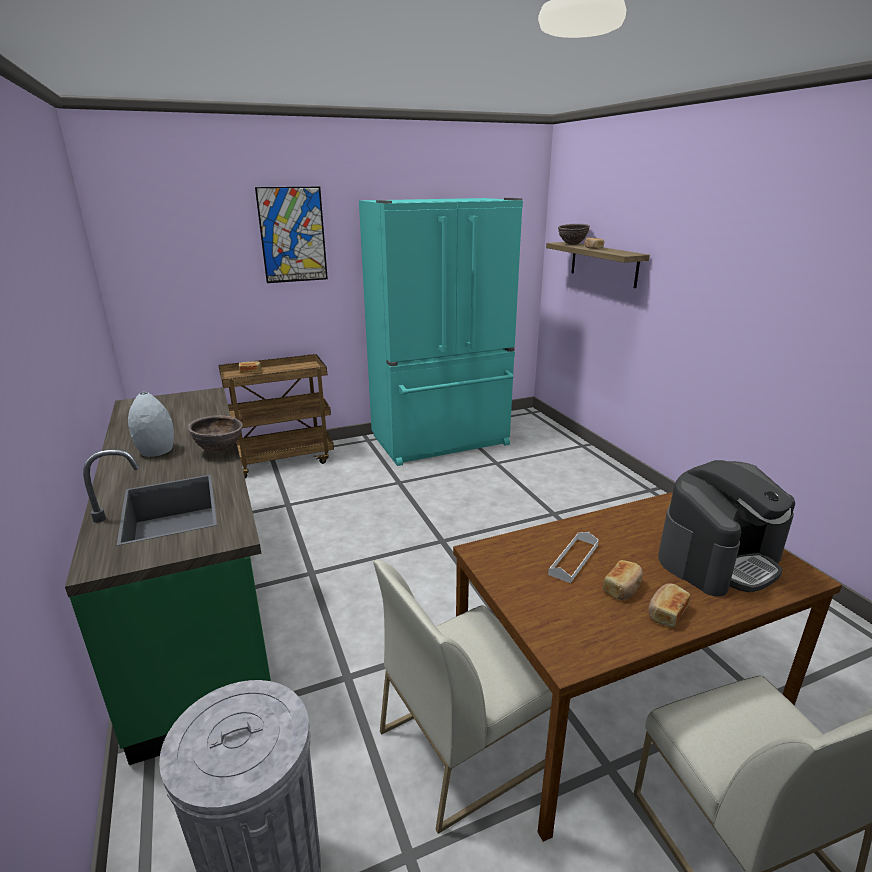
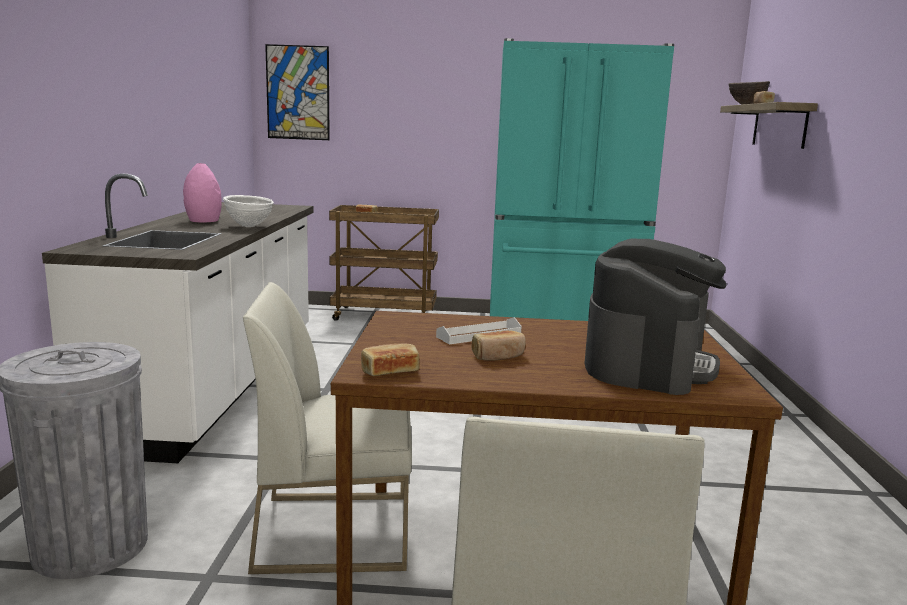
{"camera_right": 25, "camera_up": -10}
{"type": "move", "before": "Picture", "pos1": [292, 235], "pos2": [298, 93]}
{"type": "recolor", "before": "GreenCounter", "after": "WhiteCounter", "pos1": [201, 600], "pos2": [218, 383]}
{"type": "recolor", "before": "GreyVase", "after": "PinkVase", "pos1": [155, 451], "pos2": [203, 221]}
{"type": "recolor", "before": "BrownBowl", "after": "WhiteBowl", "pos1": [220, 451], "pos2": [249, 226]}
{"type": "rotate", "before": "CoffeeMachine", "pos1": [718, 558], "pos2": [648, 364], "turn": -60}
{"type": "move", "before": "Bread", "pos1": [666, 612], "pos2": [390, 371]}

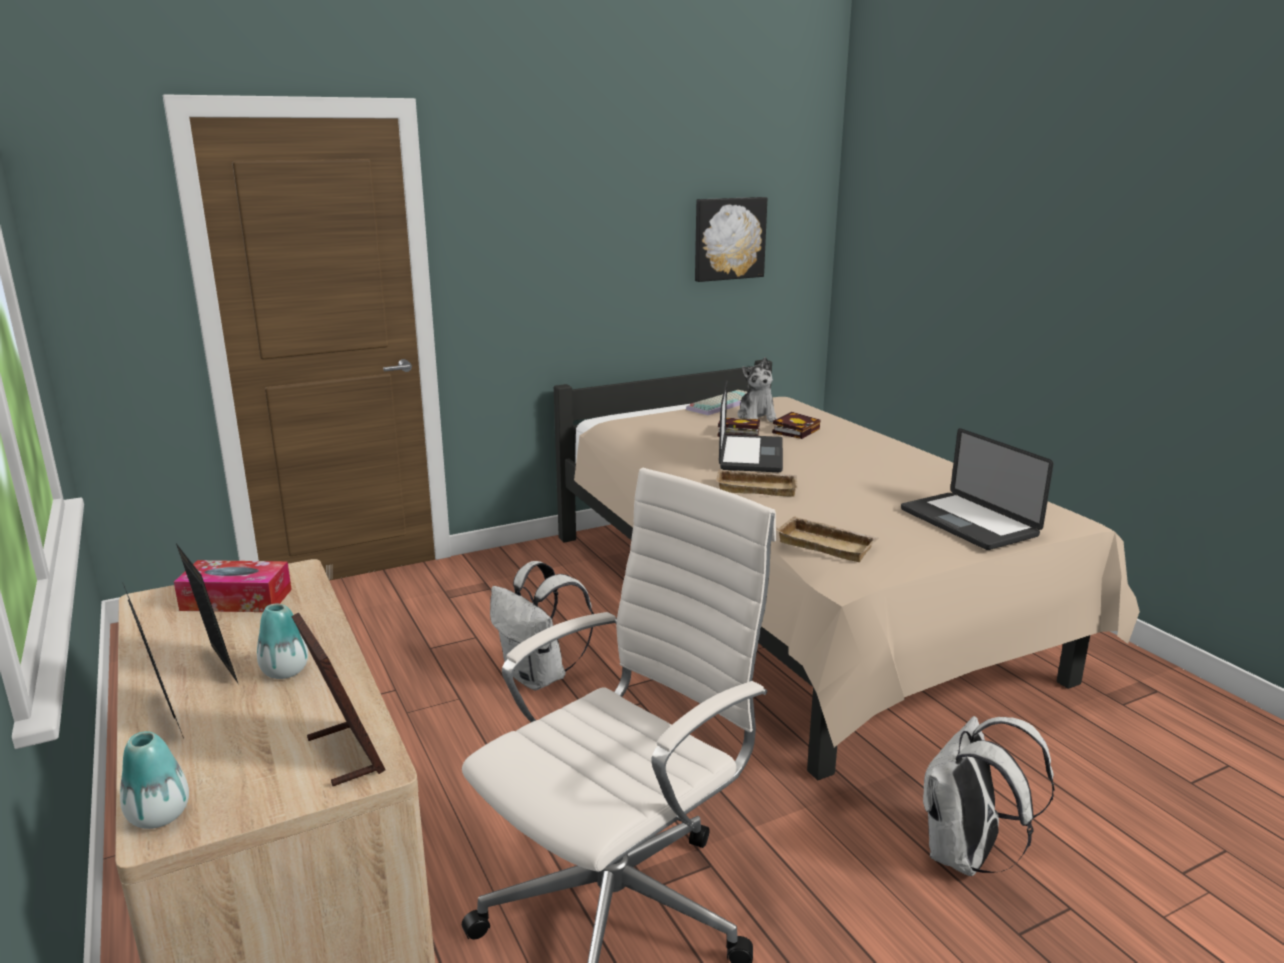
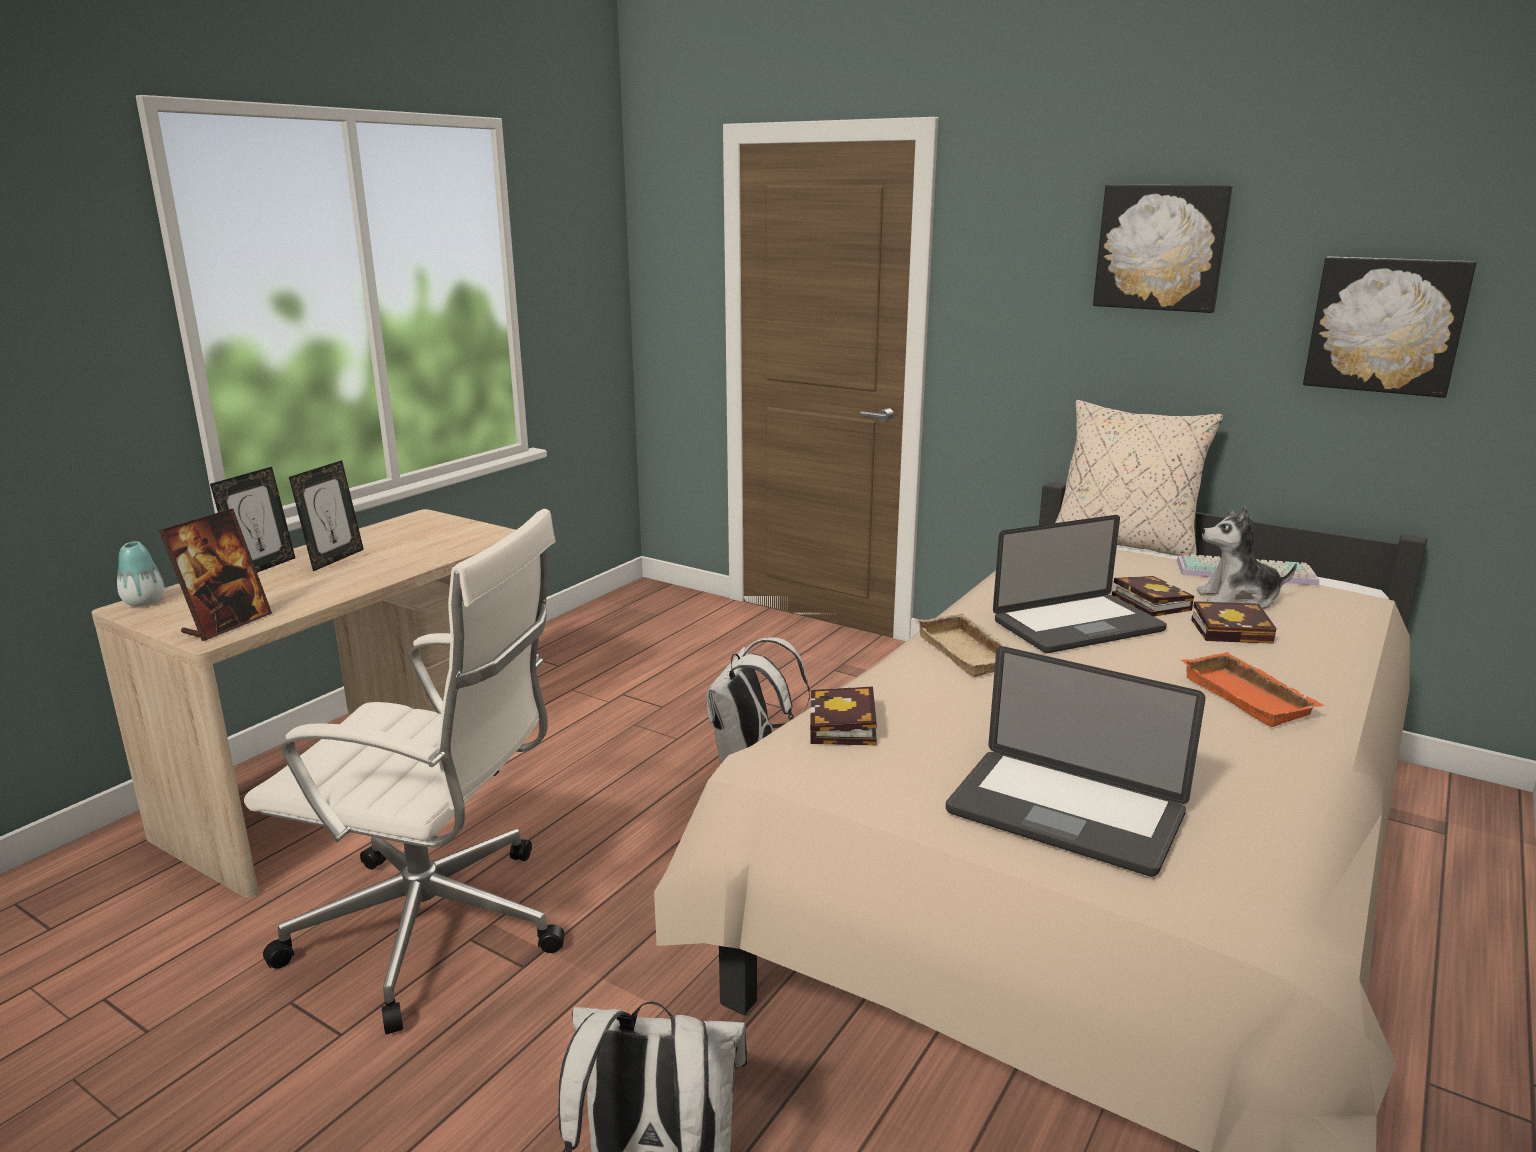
{"camera_right": 60, "camera_up": 0}
{"type": "rotate", "before": "PlushToy", "pos1": [757, 417], "pos2": [1238, 599], "turn": 45}
{"type": "rotate", "before": "Laptop", "pos1": [968, 523], "pos2": [1064, 813], "turn": -90}
{"type": "replace", "before": "BeigeTray", "after": "Book", "pos1": [828, 545], "pos2": [844, 727]}
{"type": "delete", "before": "TissueBox", "pos1": [236, 600]}
{"type": "delete", "before": "Vase", "pos1": [285, 671]}
{"type": "insert", "after": "Picture", "pos2": [1161, 247]}
{"type": "insert", "after": "BeigePillow", "pos2": [1125, 542]}
{"type": "insert", "after": "OrangeTray", "pos2": [1251, 697]}

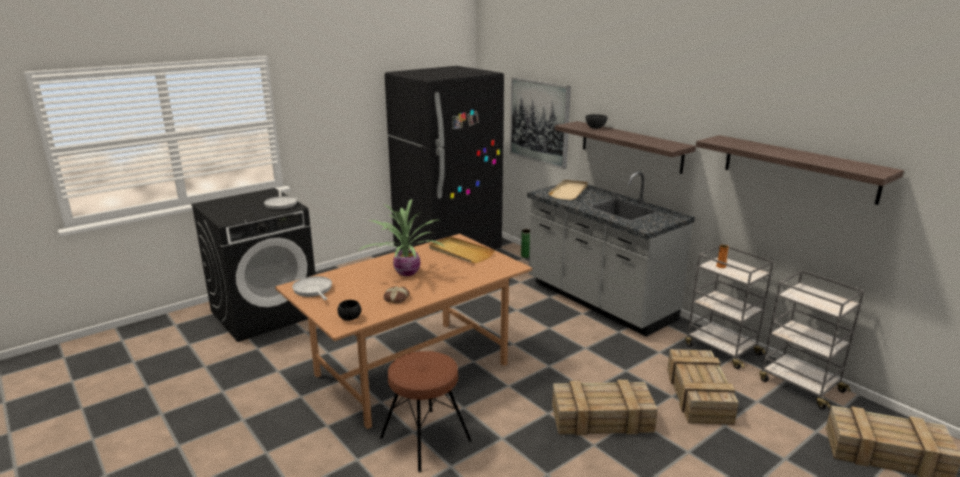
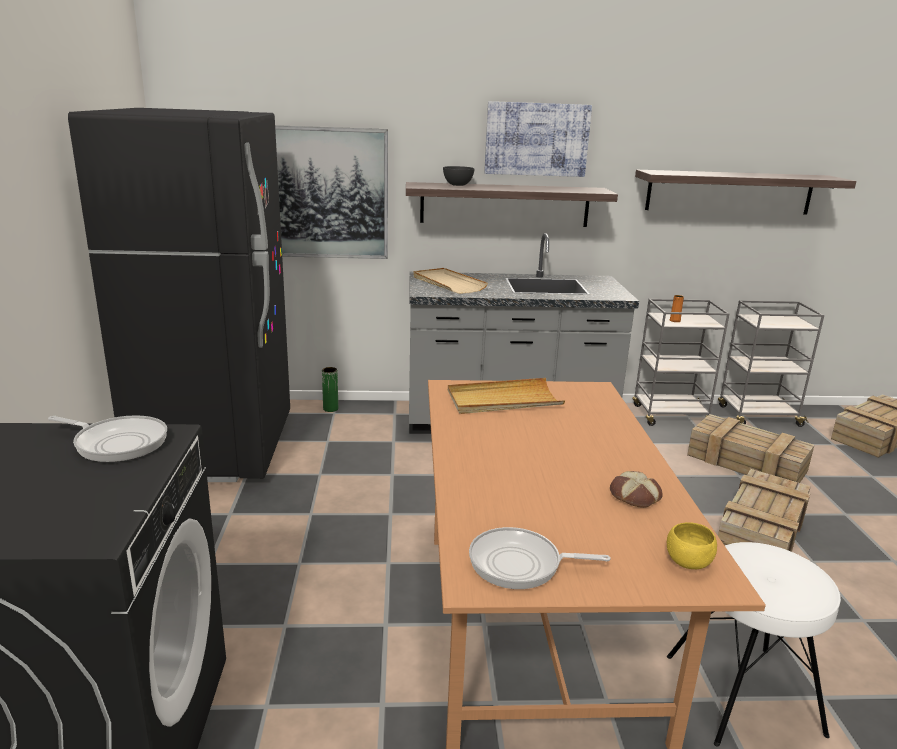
{"camera_right": -55, "camera_up": 0}
{"type": "delete", "before": "PottedPlant", "pos1": [405, 272]}
{"type": "recolor", "before": "BlackBowl", "after": "YellowBowl", "pos1": [350, 318], "pos2": [688, 562]}
{"type": "recolor", "before": "BrownStool", "after": "WhiteStool", "pos1": [425, 439], "pos2": [742, 694]}
{"type": "insert", "after": "Picture", "pos2": [536, 139]}

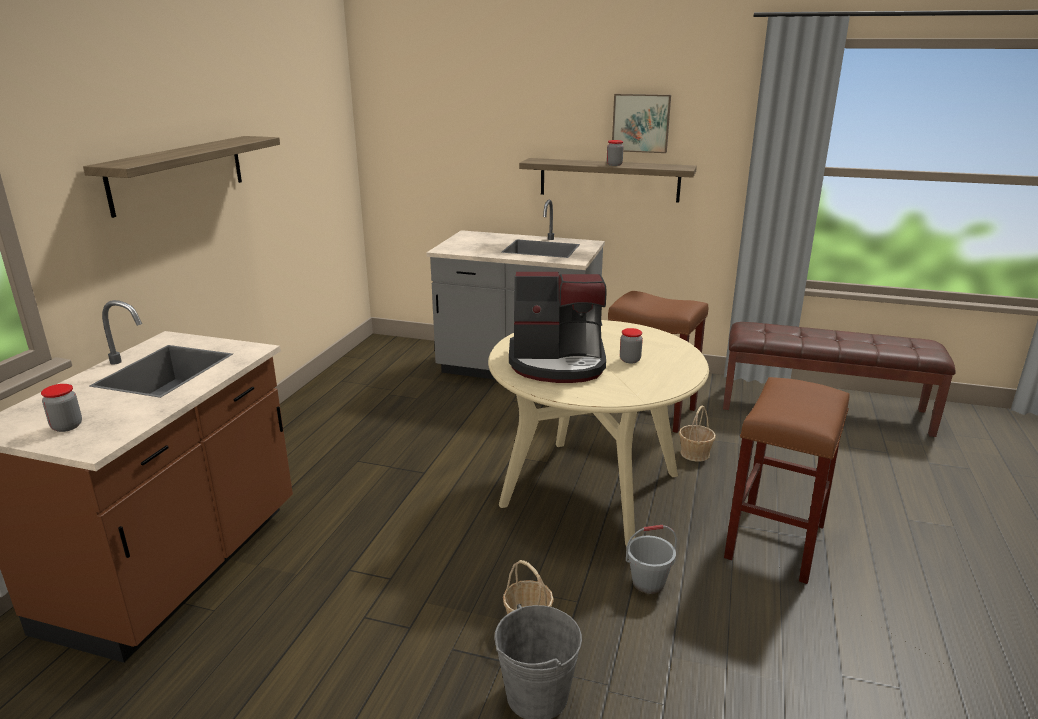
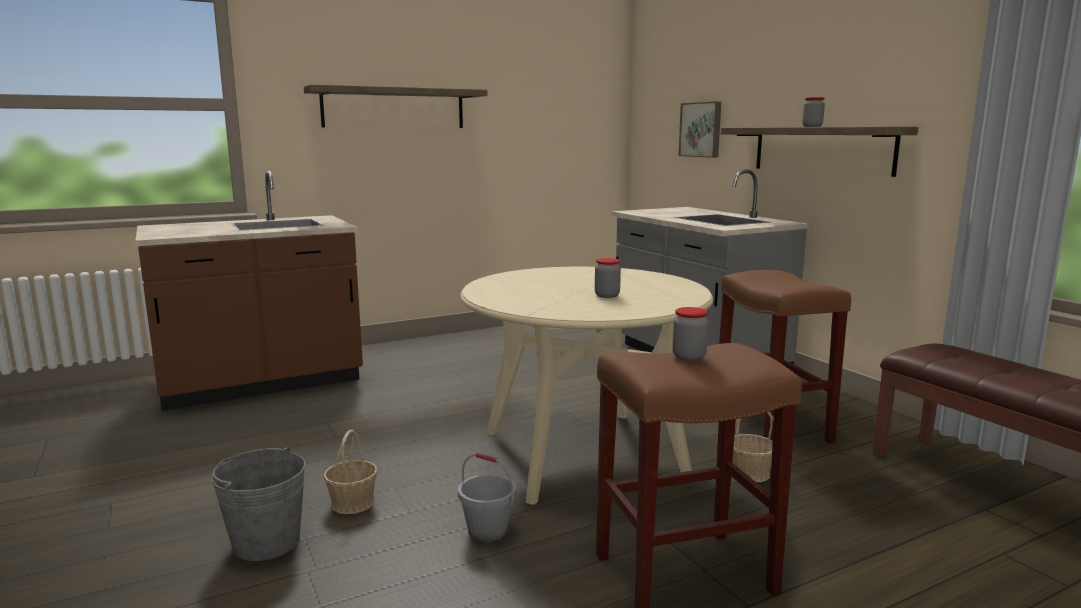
{"camera_right": 45, "camera_up": -10}
{"type": "move", "before": "Picture", "pos1": [641, 123], "pos2": [701, 129]}
{"type": "delete", "before": "CoffeeMachine", "pos1": [558, 363]}
{"type": "move", "before": "Jar", "pos1": [67, 426], "pos2": [689, 357]}

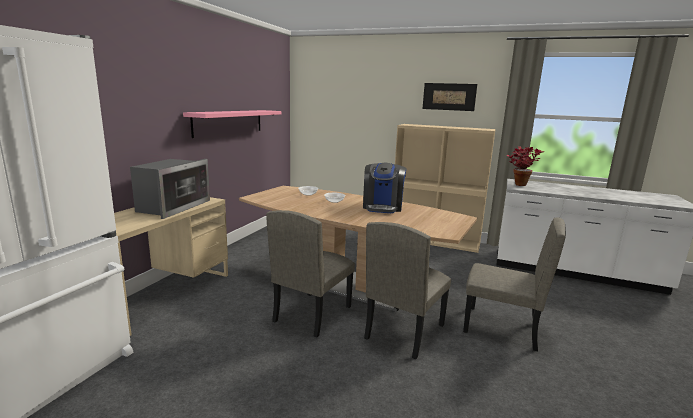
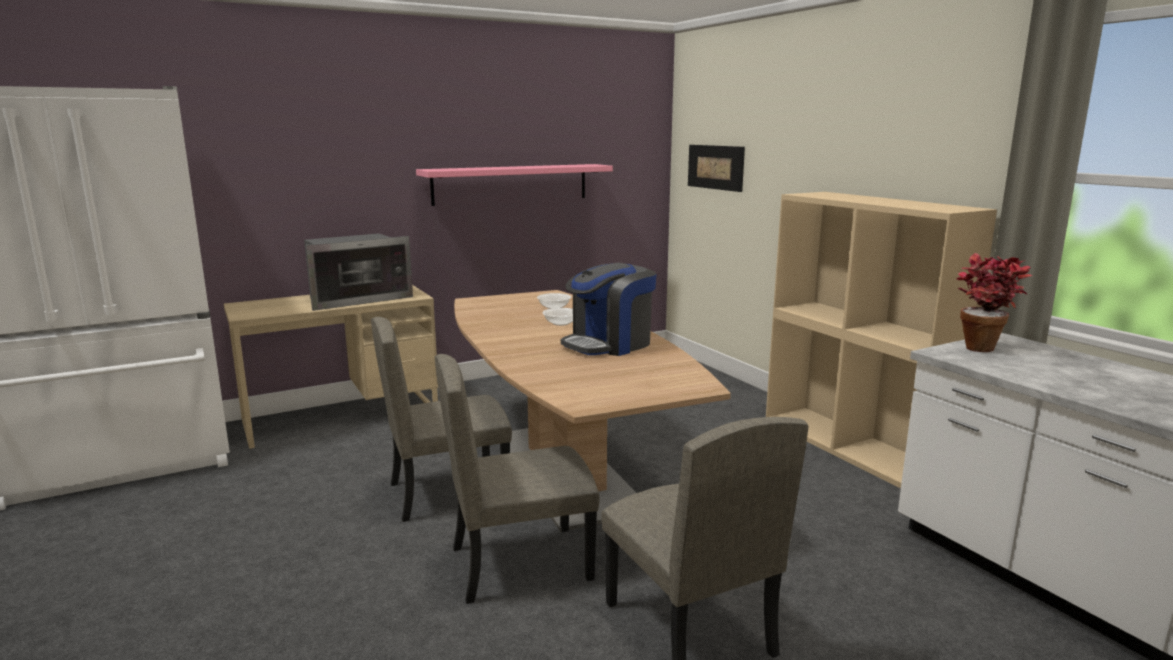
{"camera_right": 40, "camera_up": 0}
{"type": "move", "before": "Picture", "pos1": [449, 96], "pos2": [715, 167]}

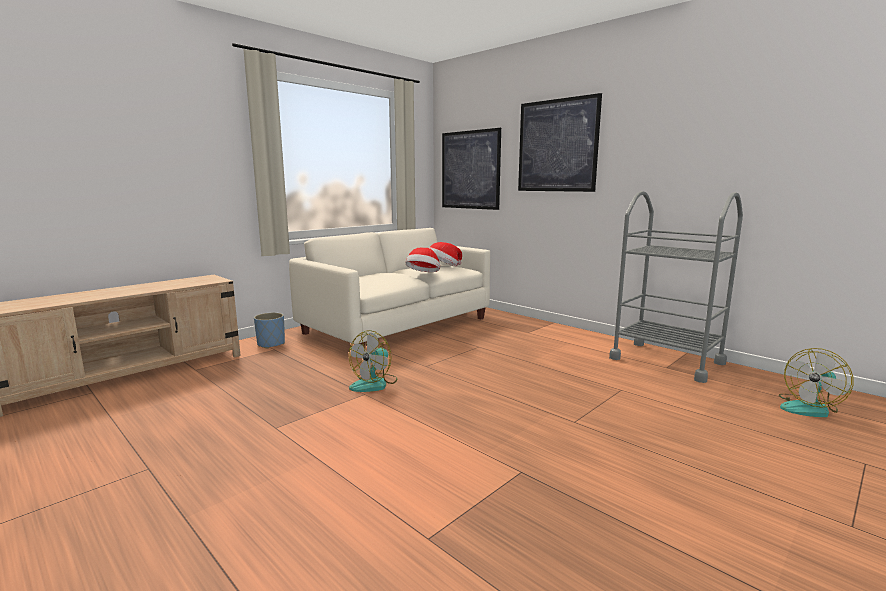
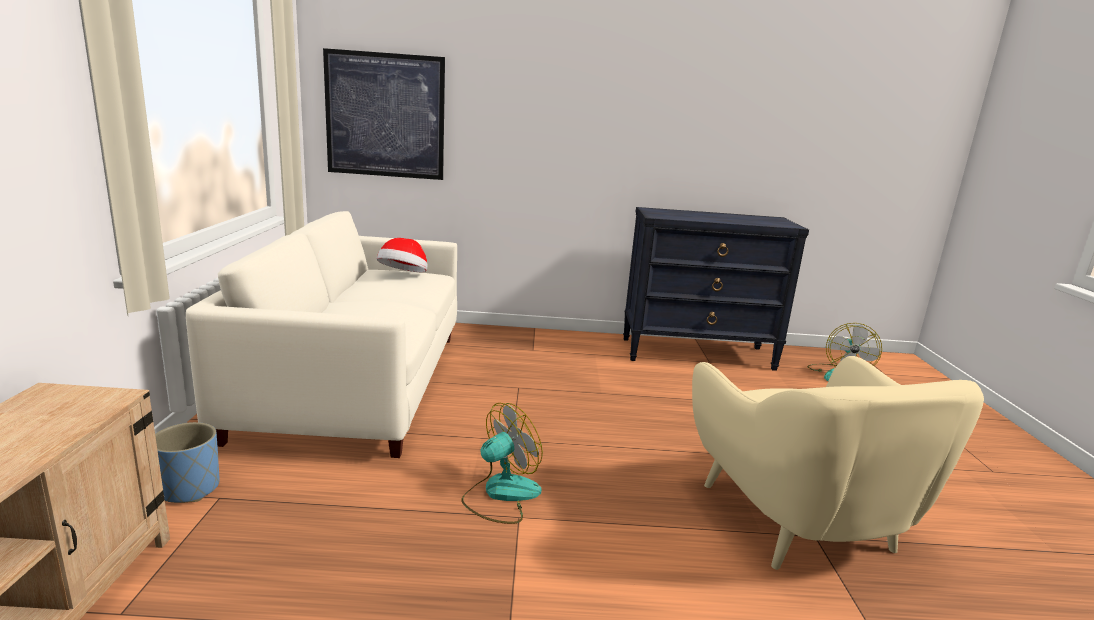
{"camera_right": -45, "camera_up": 5}
{"type": "delete", "before": "Picture", "pos1": [557, 146]}
{"type": "replace", "before": "GreyCart", "after": "BlackDresser", "pos1": [666, 361], "pos2": [697, 353]}
{"type": "delete", "before": "Hat", "pos1": [423, 274]}
{"type": "rotate", "before": "Fan", "pos1": [374, 383], "pos2": [501, 494], "turn": -120}
{"type": "insert", "after": "BeigeArmchair", "pos2": [798, 520]}

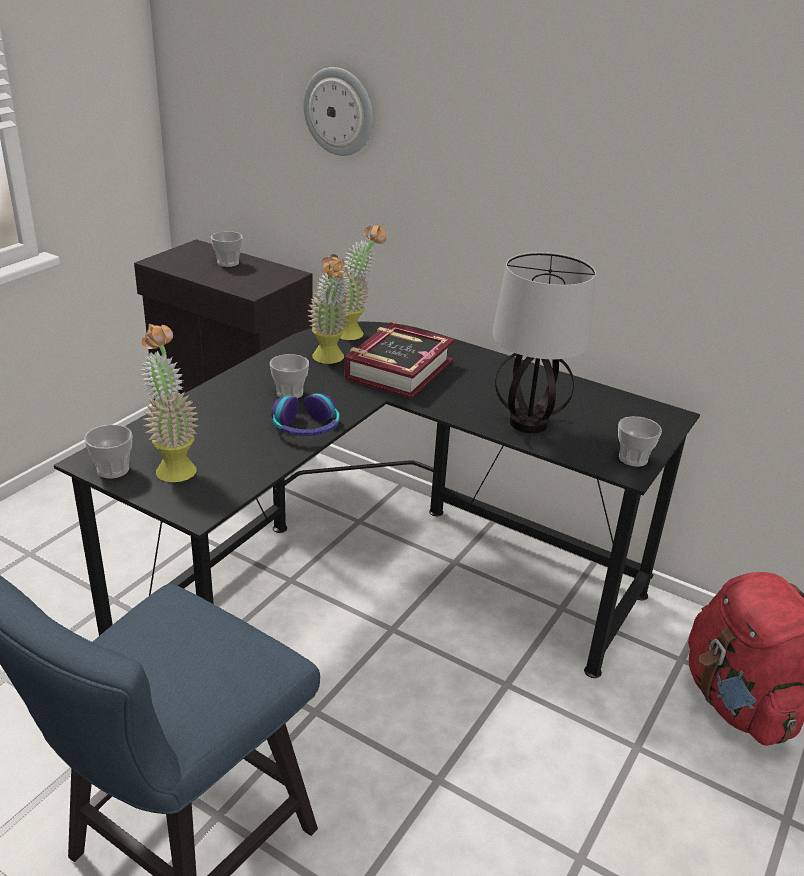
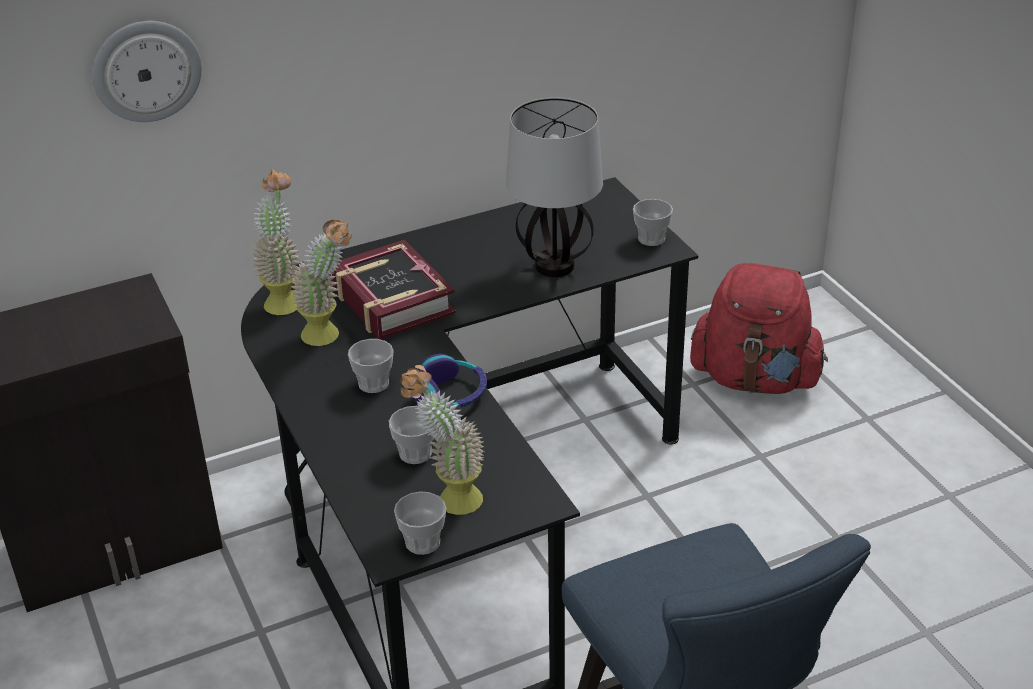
{"camera_right": -55, "camera_up": 5}
{"type": "move", "before": "Cup", "pos1": [228, 263], "pos2": [415, 453]}

